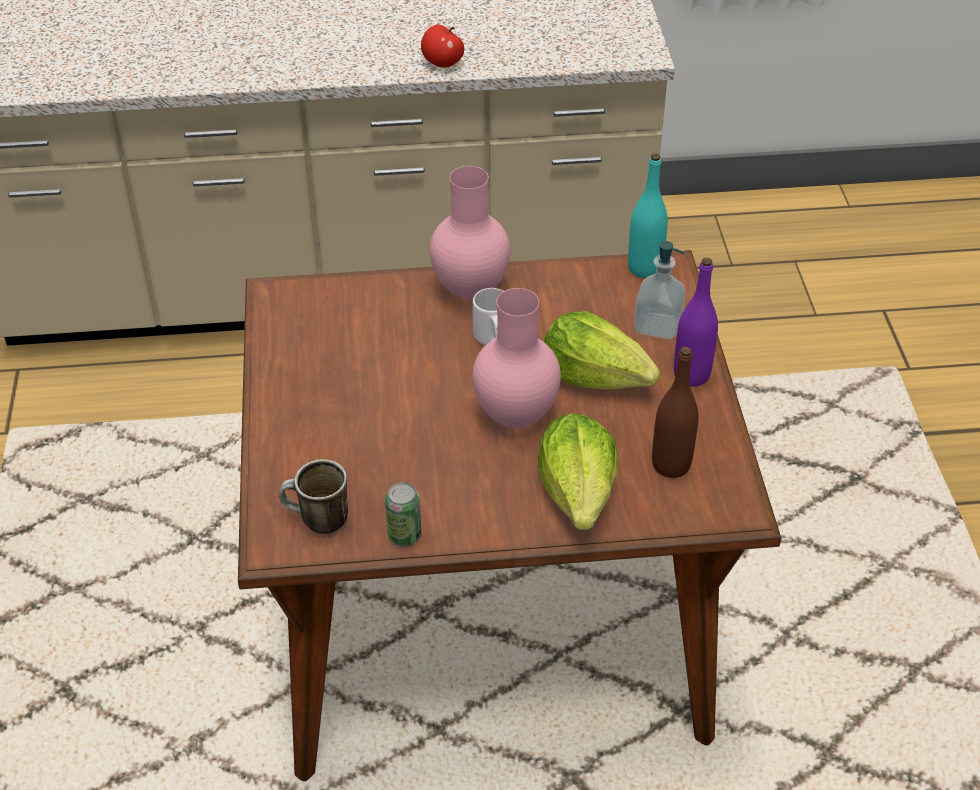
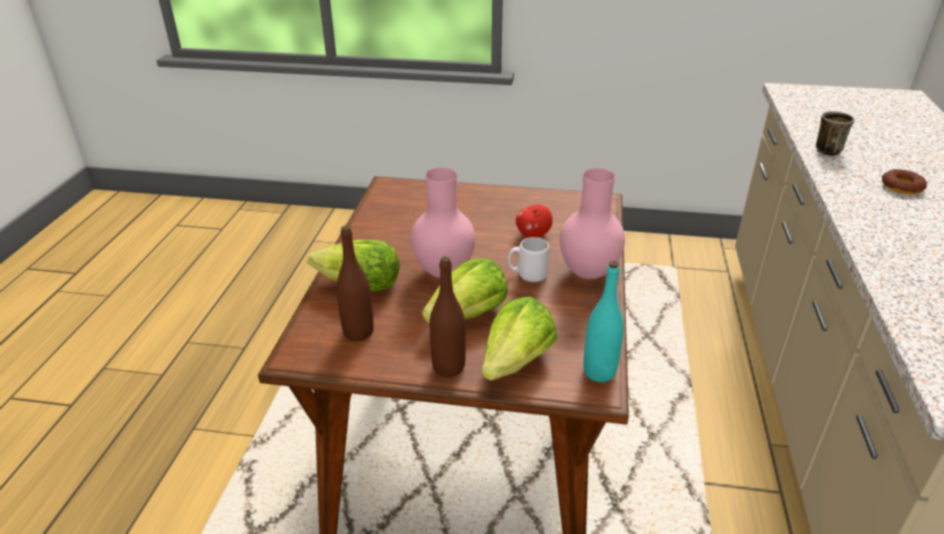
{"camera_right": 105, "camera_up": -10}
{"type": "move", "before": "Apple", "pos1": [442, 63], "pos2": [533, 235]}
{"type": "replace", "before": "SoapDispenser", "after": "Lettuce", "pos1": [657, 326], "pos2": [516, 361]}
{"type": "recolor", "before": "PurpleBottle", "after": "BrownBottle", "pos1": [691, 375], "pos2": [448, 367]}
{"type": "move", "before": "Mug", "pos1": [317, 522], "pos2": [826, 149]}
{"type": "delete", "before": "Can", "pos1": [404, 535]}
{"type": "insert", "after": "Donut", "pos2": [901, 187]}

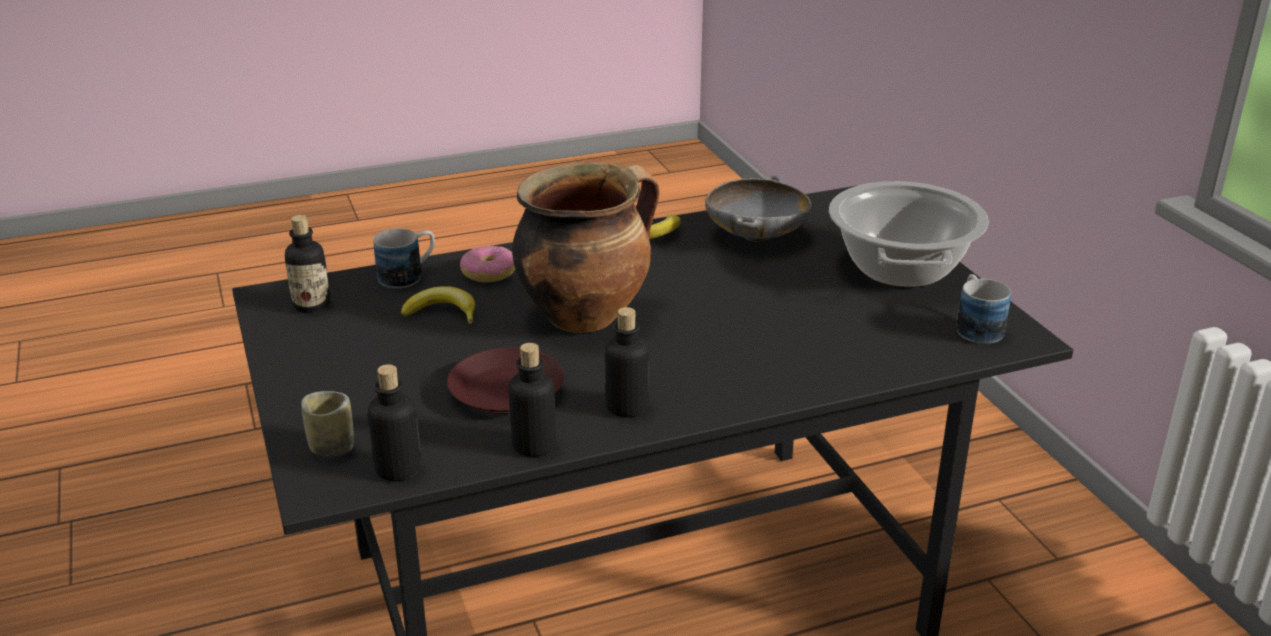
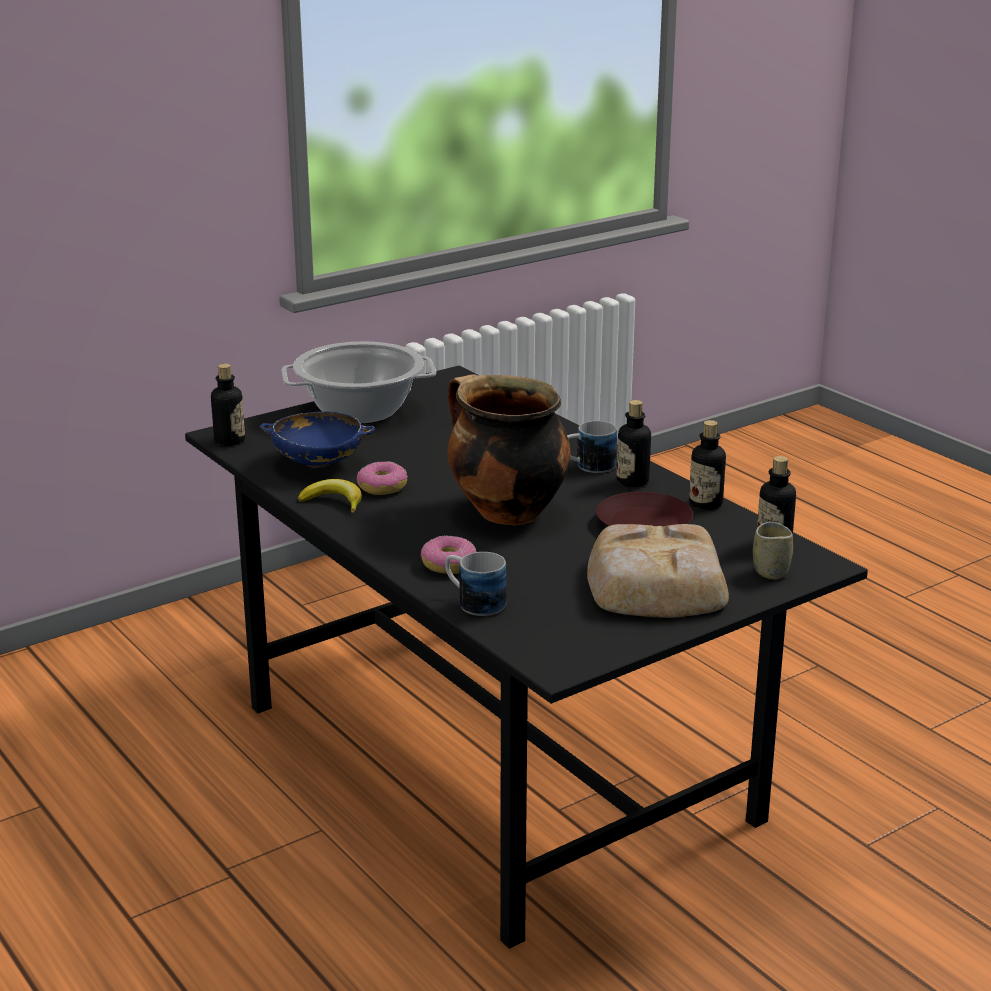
{"camera_right": -105, "camera_up": -5}
{"type": "recolor", "before": "GreyBowl", "after": "BlueBowl", "pos1": [756, 236], "pos2": [318, 463]}
{"type": "move", "before": "Bottle", "pos1": [311, 305], "pos2": [229, 441]}
{"type": "move", "before": "Mug", "pos1": [976, 326], "pos2": [587, 467]}
{"type": "delete", "before": "Banana", "pos1": [442, 313]}
{"type": "insert", "after": "Donut", "pos2": [382, 487]}
{"type": "insert", "after": "Bread", "pos2": [655, 585]}

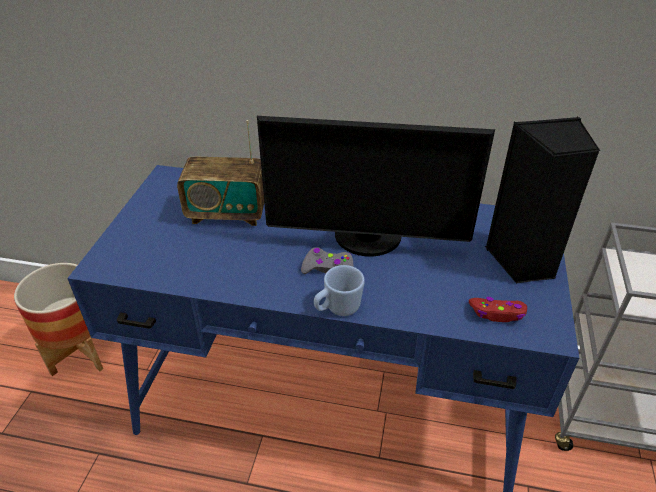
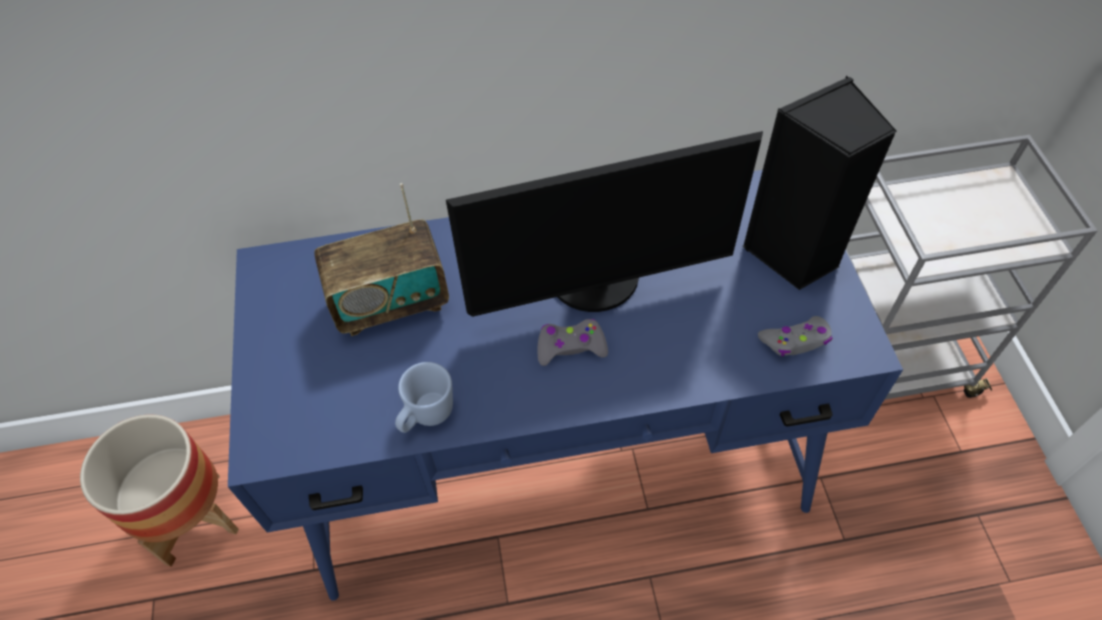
{"camera_right": -20, "camera_up": 15}
{"type": "move", "before": "BlueMug", "pos1": [337, 309], "pos2": [426, 416]}
{"type": "recolor", "before": "RedGameController", "after": "GreyGameController", "pos1": [497, 313], "pos2": [795, 341]}

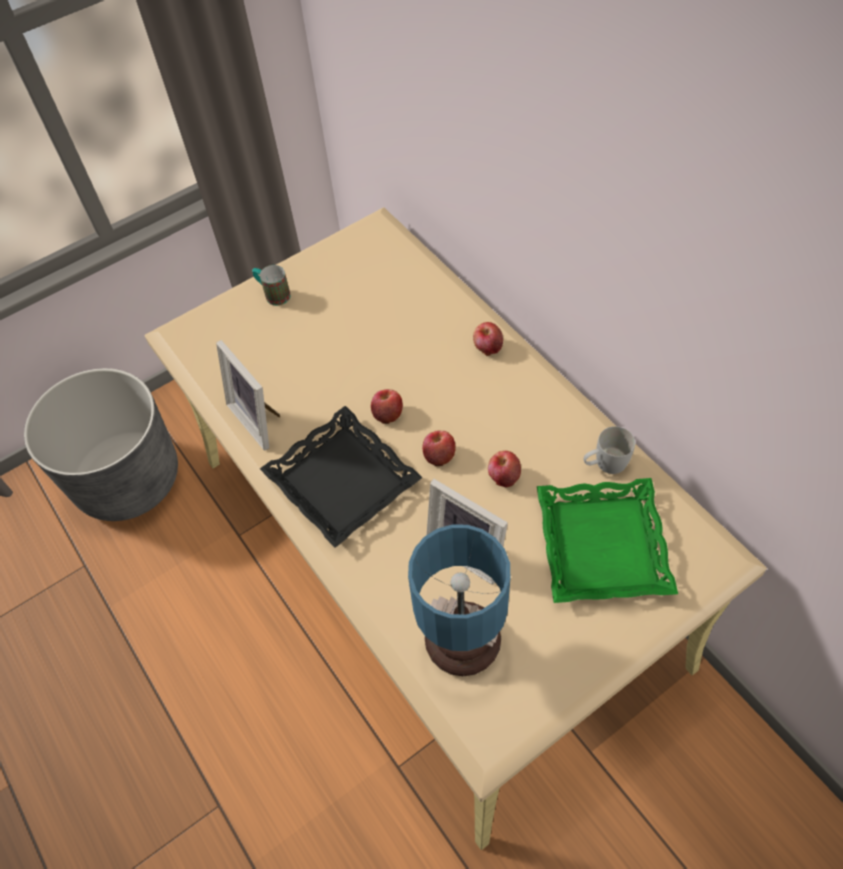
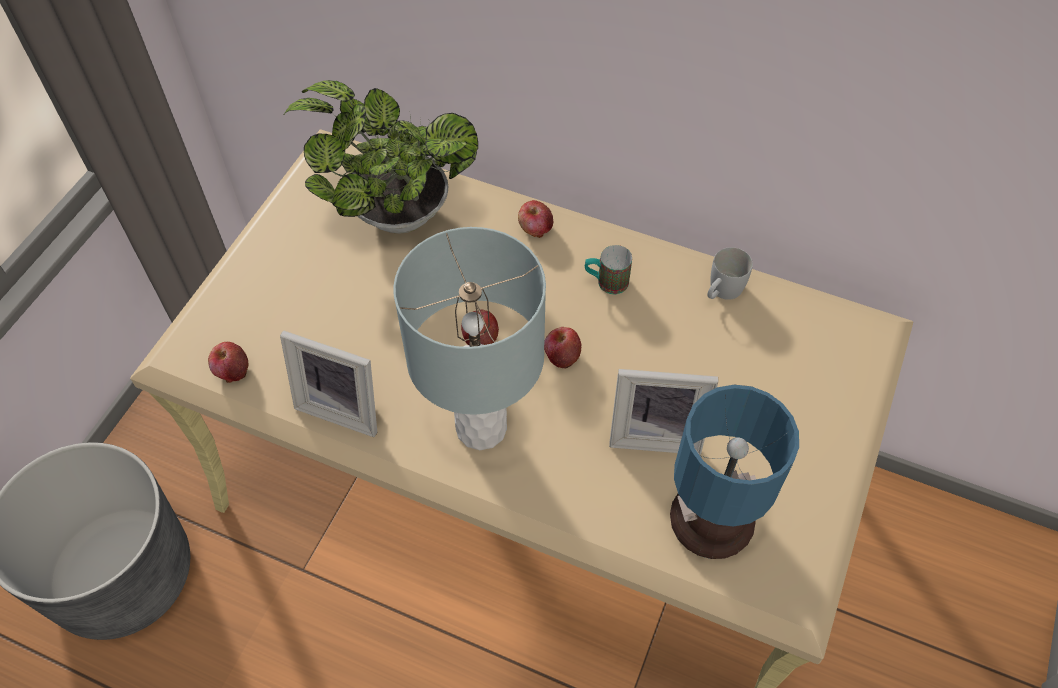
{"camera_right": -35, "camera_up": 0}
{"type": "move", "before": "Mug", "pos1": [273, 294], "pos2": [606, 282]}
{"type": "replace", "before": "BlackTray", "after": "GreyTableLamp", "pos1": [343, 480], "pos2": [482, 427]}
{"type": "move", "before": "Apple", "pos1": [503, 476], "pos2": [232, 371]}
{"type": "delete", "before": "GreenTray", "pos1": [603, 545]}
{"type": "insert", "after": "PottedPlant", "pos2": [393, 213]}

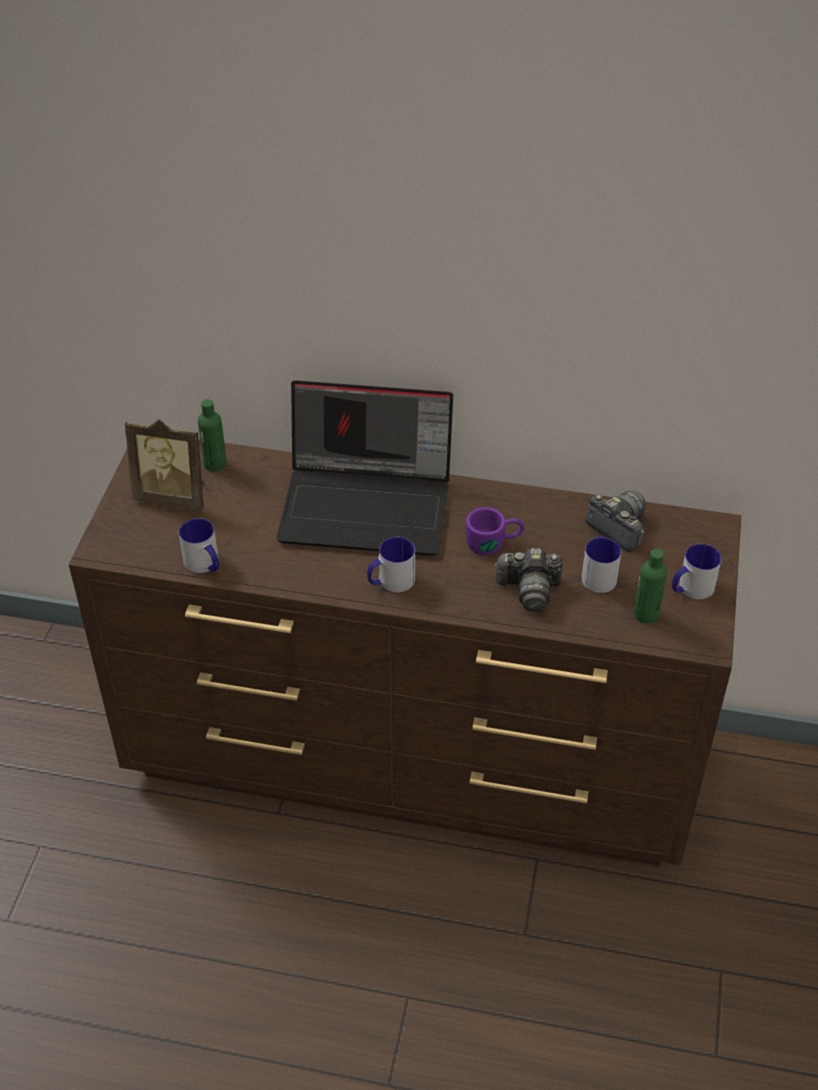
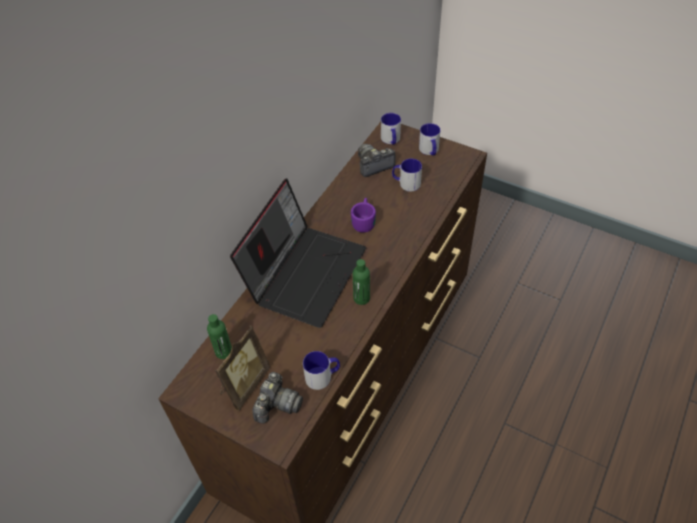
{"camera_right": -70, "camera_up": 5}
{"type": "move", "before": "Mug", "pos1": [390, 582], "pos2": [391, 140]}
{"type": "move", "before": "PhotoCamera", "pos1": [529, 589], "pos2": [277, 405]}
{"type": "move", "before": "GreenBottle", "pos1": [646, 614], "pos2": [361, 298]}

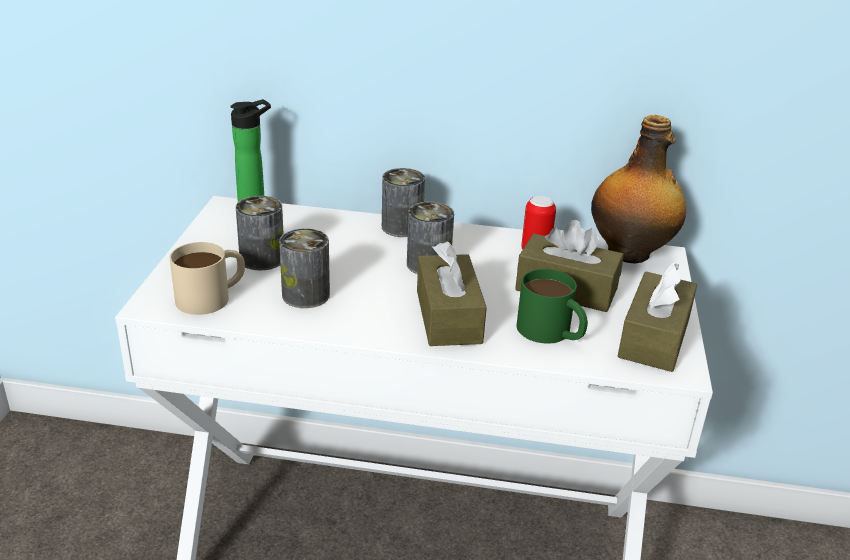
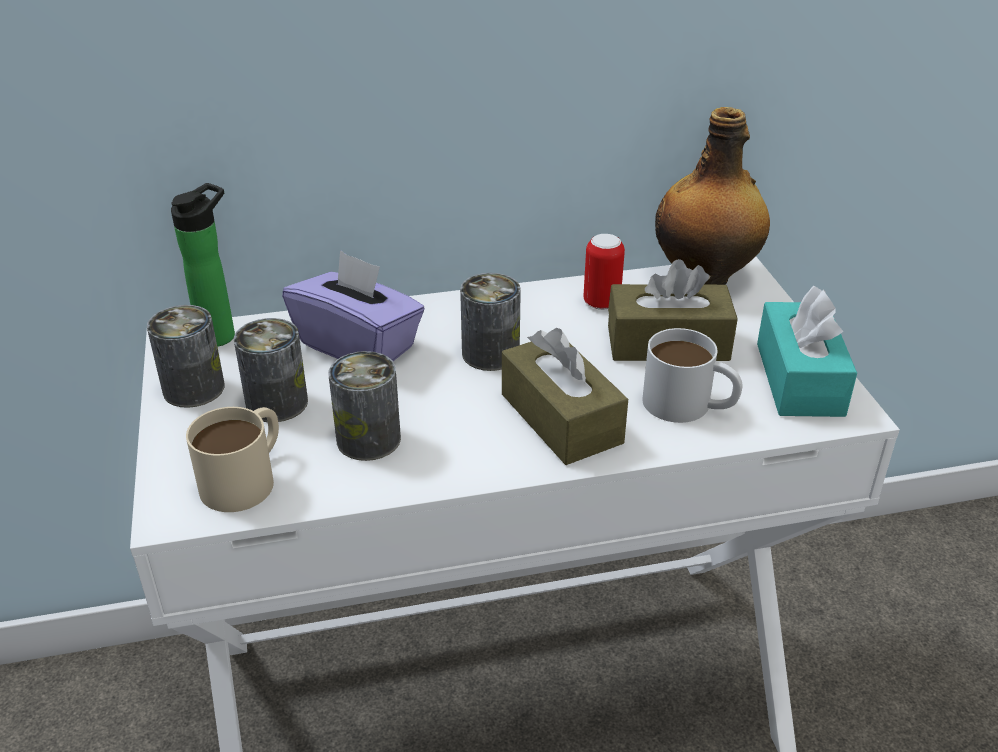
{"camera_right": -20, "camera_up": 5}
{"type": "move", "before": "Can", "pos1": [402, 227], "pos2": [193, 388]}
{"type": "recolor", "before": "BrownTissueBox", "after": "TurquoiseTissueBox", "pos1": [654, 338], "pos2": [799, 379]}
{"type": "recolor", "before": "GreenMug", "after": "WhiteMug", "pos1": [551, 333], "pos2": [689, 405]}
{"type": "insert", "after": "PurpleTissueBox", "pos2": [358, 345]}

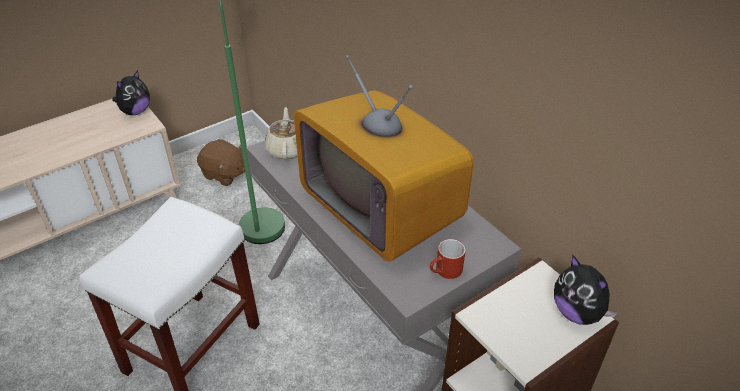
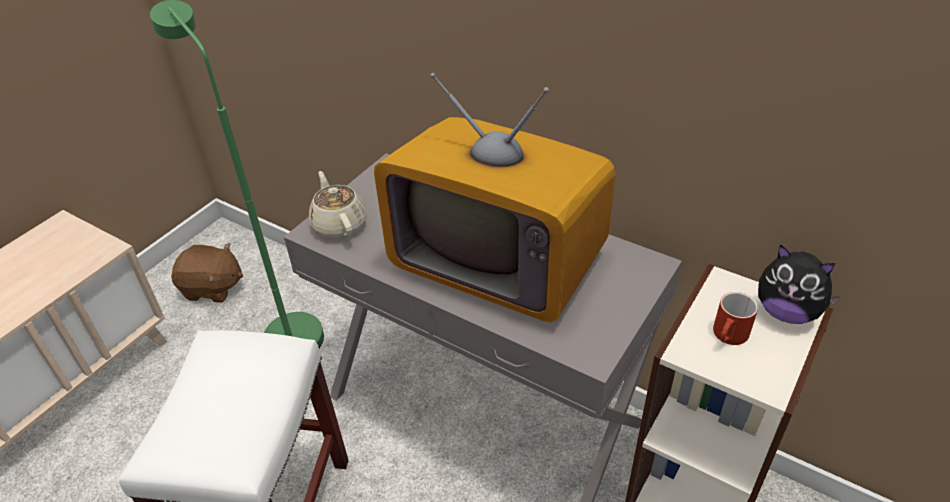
{"camera_right": -20, "camera_up": 0}
{"type": "delete", "before": "PlushToy", "pos1": [135, 111]}
{"type": "move", "before": "RedMug", "pos1": [445, 272], "pos2": [729, 337]}

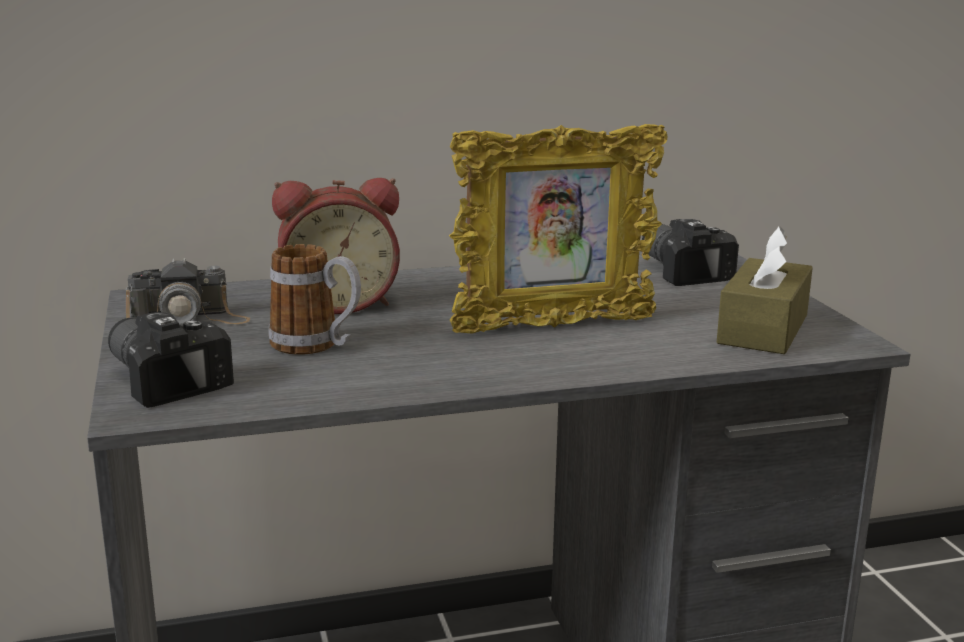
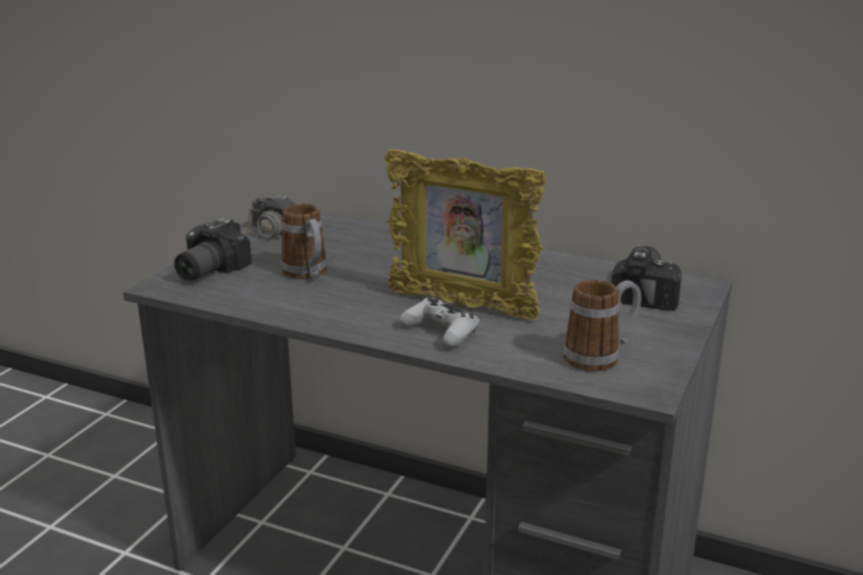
{"camera_right": 40, "camera_up": 5}
{"type": "delete", "before": "AlarmClock", "pos1": [339, 303]}
{"type": "replace", "before": "BrownTissueBox", "after": "Mug", "pos1": [763, 329], "pos2": [600, 356]}
{"type": "rotate", "before": "PhotoCamera", "pos1": [168, 379], "pos2": [205, 270], "turn": -150}
{"type": "insert", "after": "WhiteGameController", "pos2": [440, 332]}

